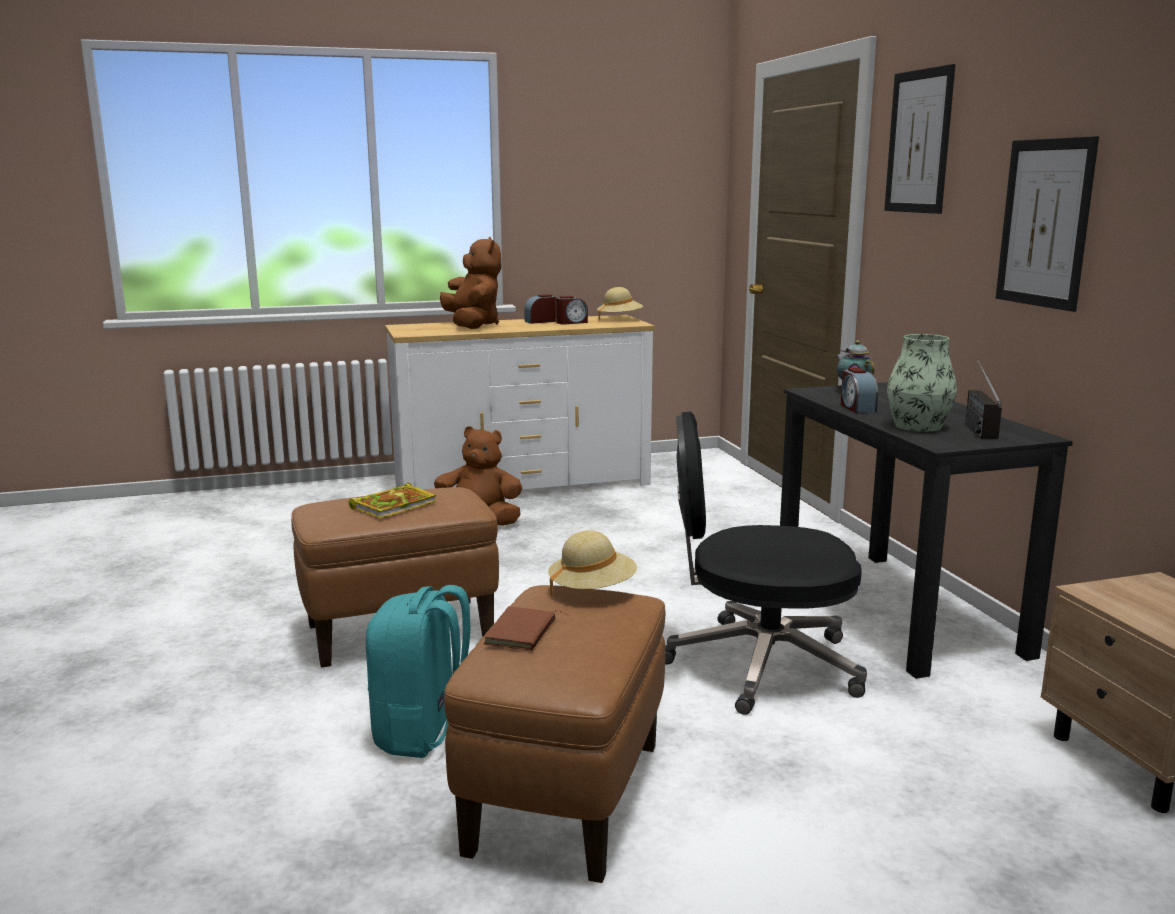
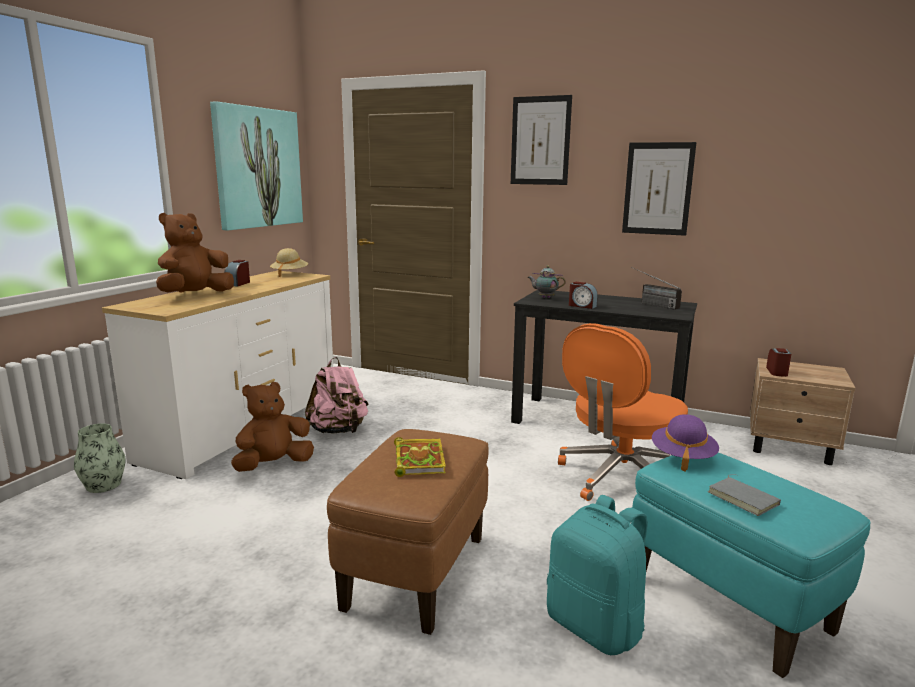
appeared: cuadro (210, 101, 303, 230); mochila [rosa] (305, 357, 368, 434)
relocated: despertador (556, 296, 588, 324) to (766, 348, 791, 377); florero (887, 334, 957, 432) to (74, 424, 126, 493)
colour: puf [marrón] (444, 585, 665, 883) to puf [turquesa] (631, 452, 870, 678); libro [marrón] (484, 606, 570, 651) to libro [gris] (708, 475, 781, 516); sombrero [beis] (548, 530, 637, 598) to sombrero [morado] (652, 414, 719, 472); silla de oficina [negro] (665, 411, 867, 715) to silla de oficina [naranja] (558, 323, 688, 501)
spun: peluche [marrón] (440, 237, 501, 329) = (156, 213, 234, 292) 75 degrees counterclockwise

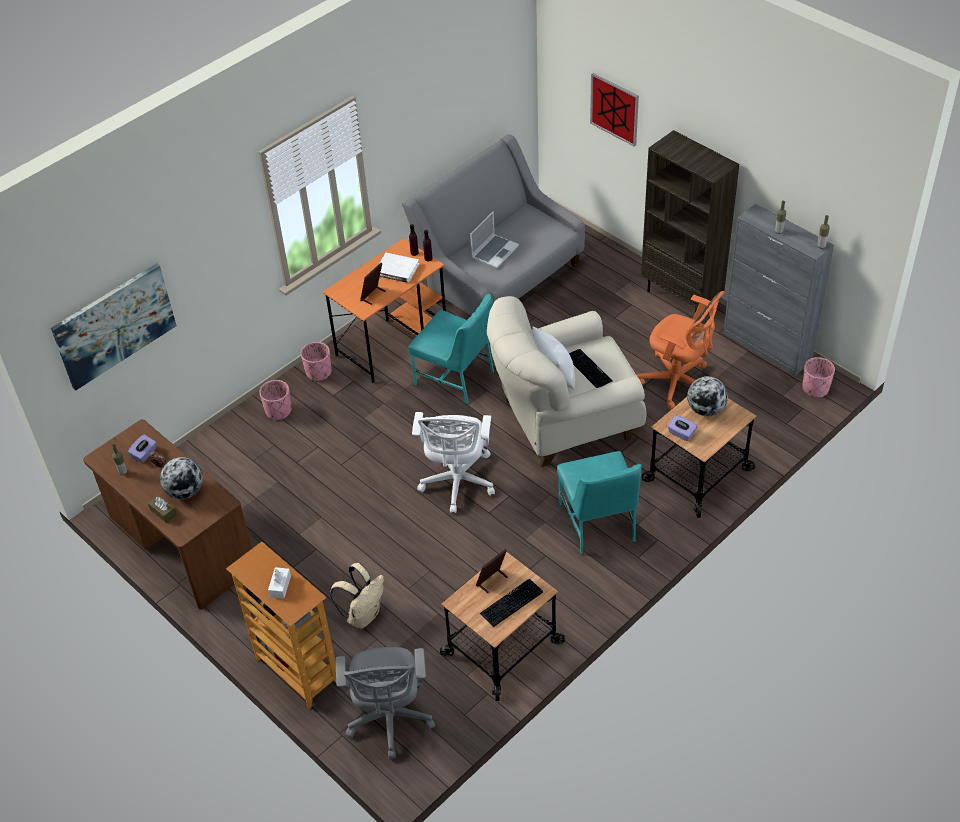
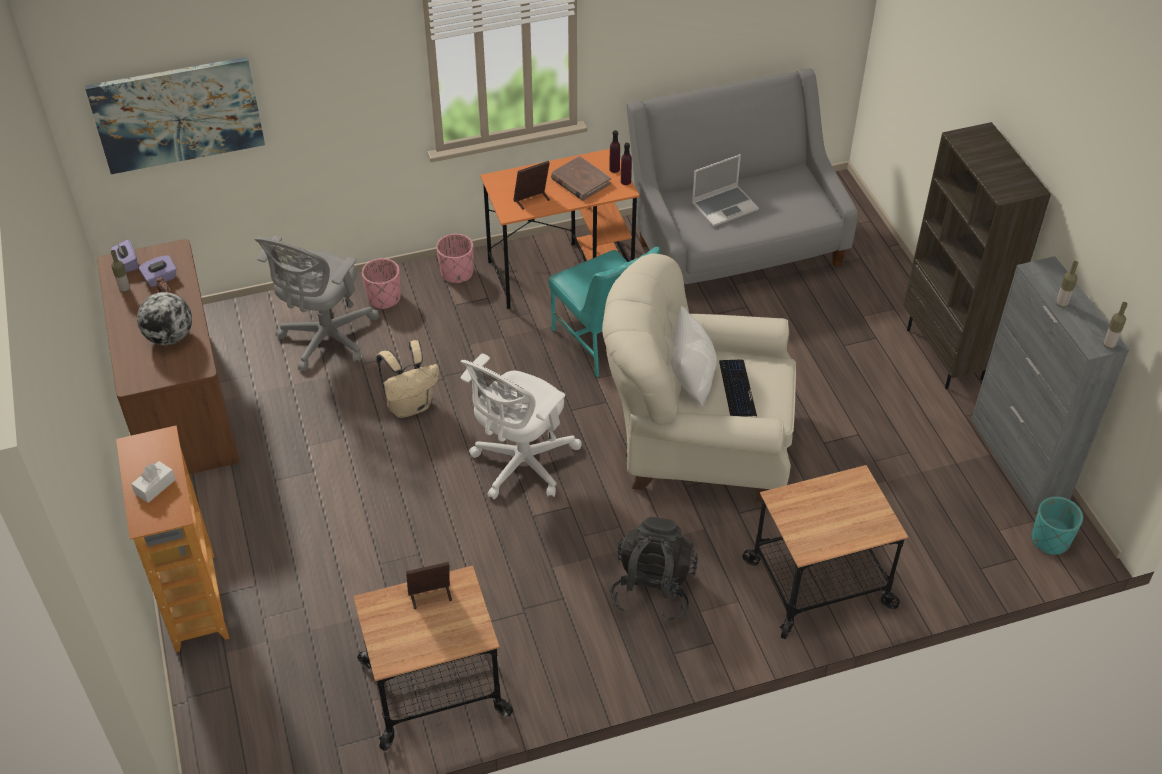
missing: caja de pañuelos [marrón] (148, 495, 177, 523); teclado (479, 579, 543, 627); cuadro (590, 73, 639, 147); silla de oficina [naranja] (636, 291, 725, 410); globo terráqueo (687, 376, 728, 416)
relocated: mochila [beis] (330, 563, 384, 629) to (376, 340, 439, 418); silla de oficina [gris] (336, 647, 435, 759) to (254, 236, 379, 372); caja de pañuelos [morado] (668, 415, 697, 441) to (111, 239, 138, 273)
exchanged: silla [turquesa] (557, 451, 642, 555) to mochila [negro] (610, 517, 698, 622)
colour: libro [blanco] (379, 253, 419, 283) to libro [marrón] (551, 156, 611, 201); maceta [rosa] (802, 357, 835, 398) to maceta [turquesa] (1032, 497, 1083, 555)

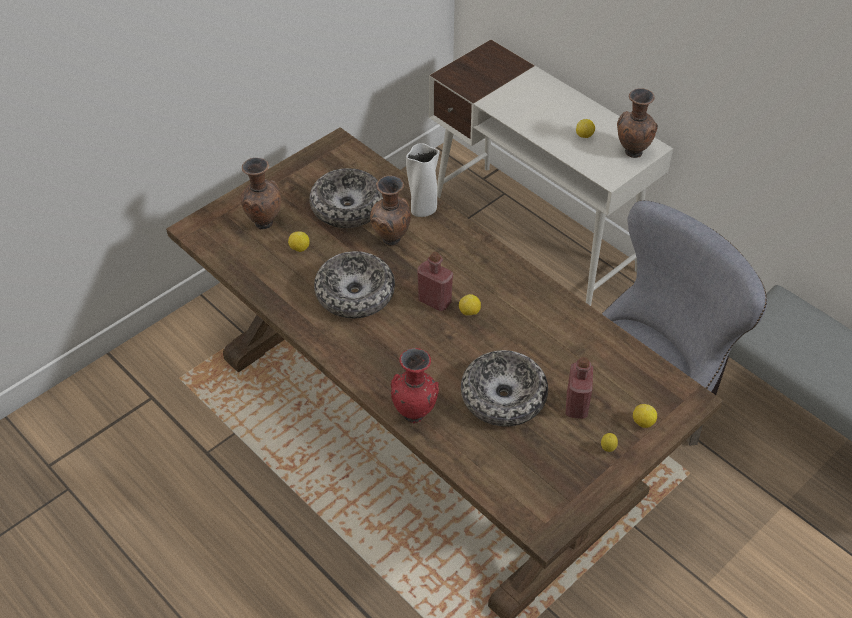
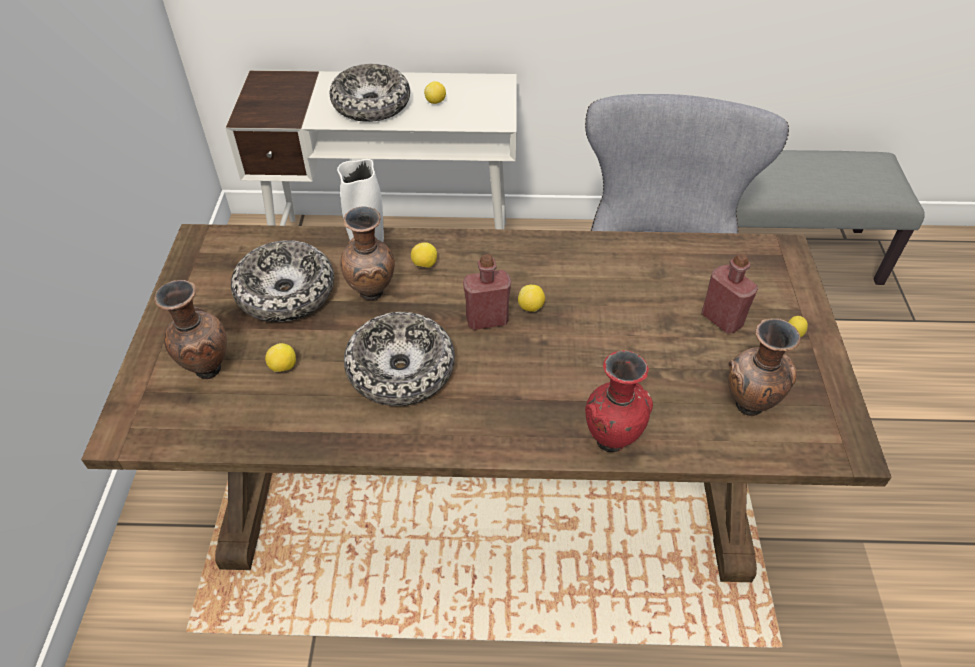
relocated: cuenco (461, 350, 548, 427) to (330, 64, 410, 122); florero [marrón] (617, 88, 658, 158) to (728, 319, 800, 416); limón (633, 404, 657, 428) to (411, 242, 437, 268)

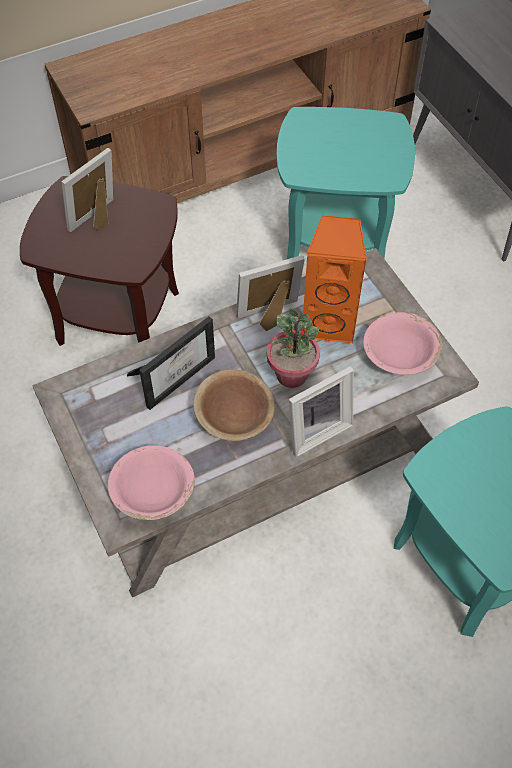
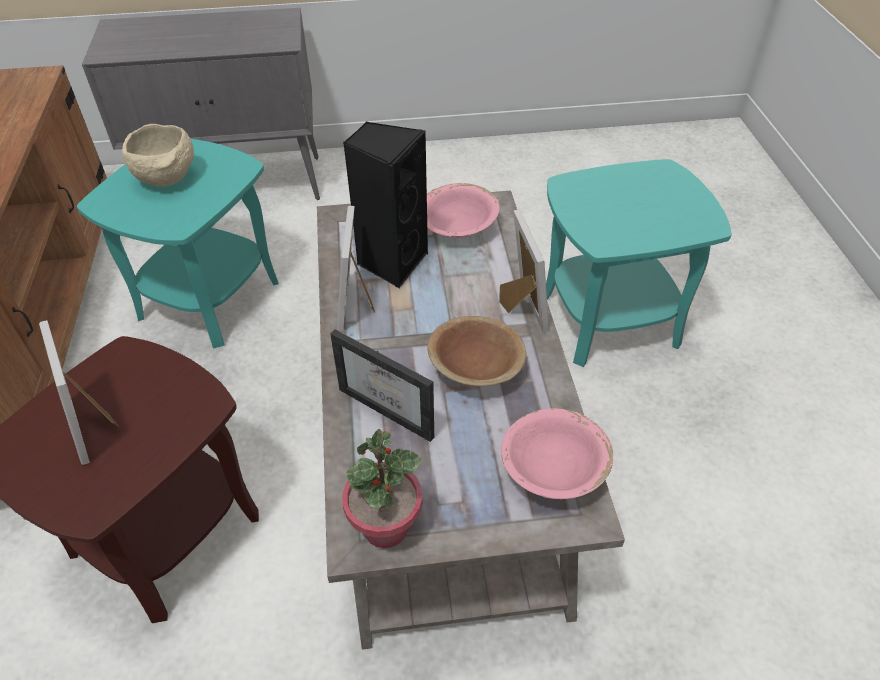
appeared: cuenco [beis] (122, 124, 194, 187)
relocated: planta en maceta (267, 309, 320, 388) to (342, 429, 423, 548)
colour: altavoz [naranja] (302, 215, 367, 343) to altavoz [negro] (343, 121, 428, 288)
spun: portarretratos (127, 316, 215, 410) = (330, 330, 434, 442) 150 degrees clockwise

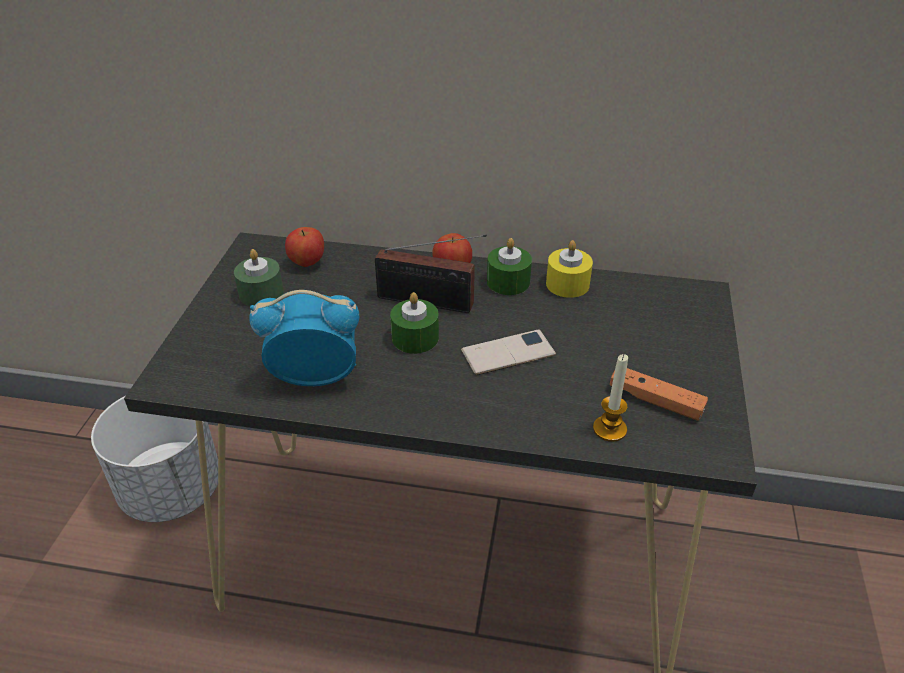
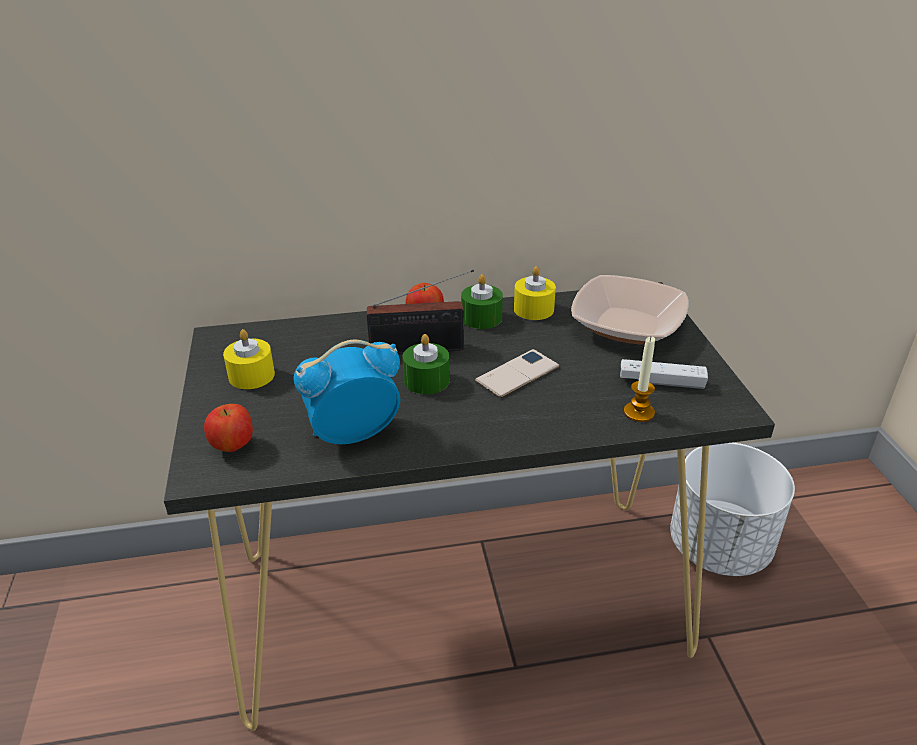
appeared: cuenco (571, 275, 689, 345)
relocated: maceta [blanco] (91, 396, 218, 522) to (670, 443, 795, 576); manzana (285, 227, 324, 267) to (204, 404, 253, 452)
colour: vela [verde] (234, 249, 284, 306) to vela [amarillo] (223, 329, 275, 389); mando de consola [naranja] (610, 368, 708, 421) to mando de consola [blanco] (620, 359, 708, 389)

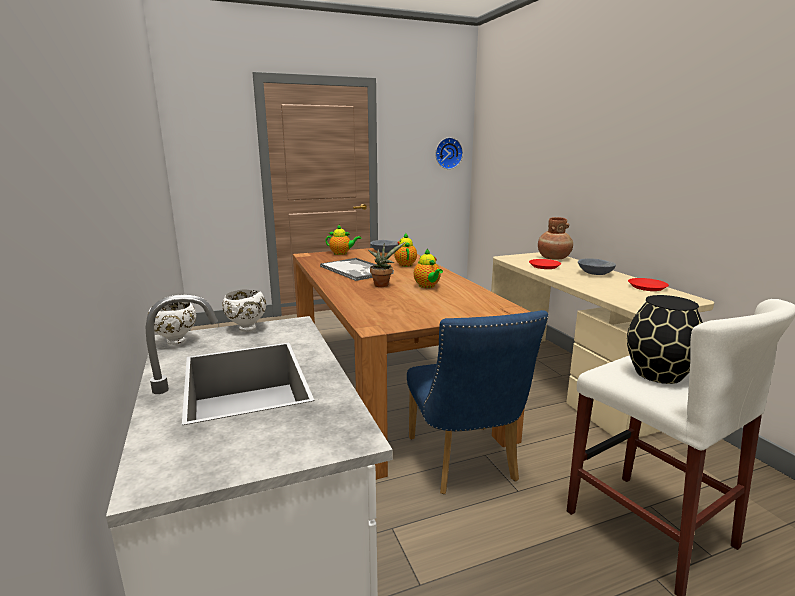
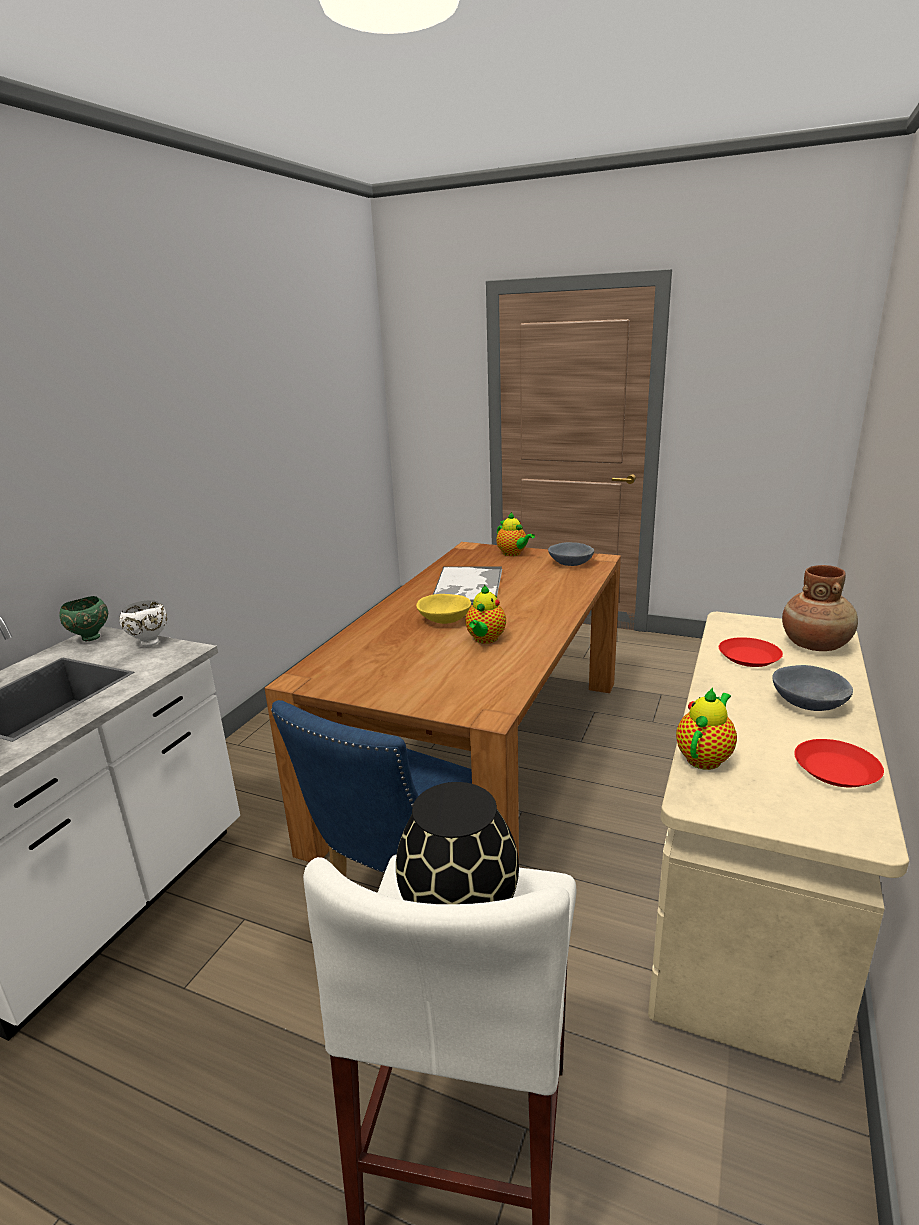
missing: reloj de pared (435, 137, 463, 169)
relocated: tetera (394, 233, 417, 267) to (676, 688, 737, 770)
exchanged: planta en maceta (368, 242, 405, 287) to cuenco [amarillo] (416, 594, 471, 624)
colour: cuenco [blanco] (149, 302, 196, 345) to cuenco [verde] (59, 596, 108, 641)

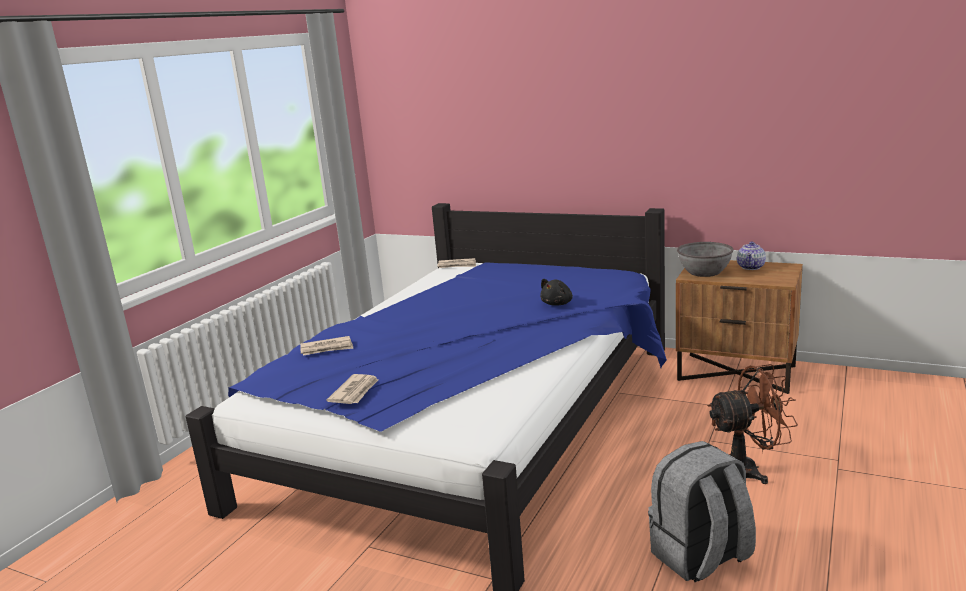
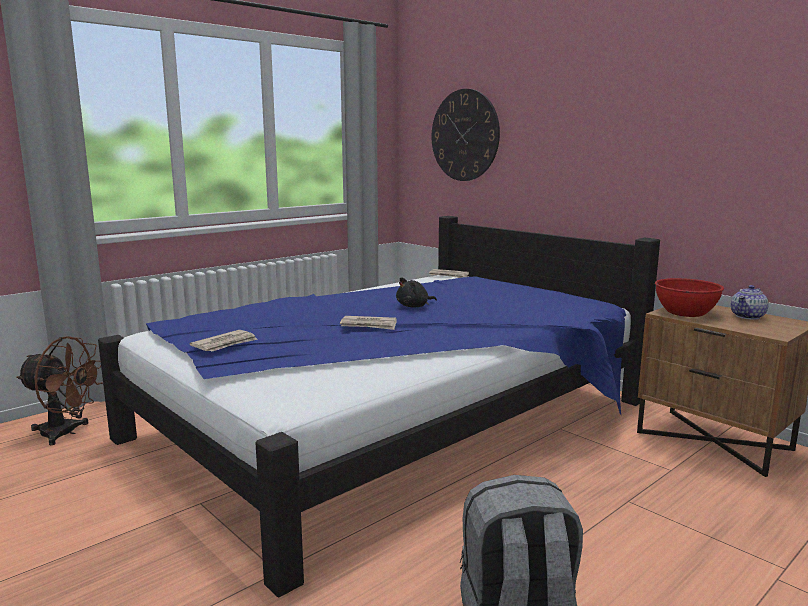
appeared: reloj de pared (432, 89, 500, 181)
relocated: periódico (300, 336, 354, 356) to (340, 316, 397, 330); peluche [negro] (540, 279, 573, 306) to (396, 277, 437, 307); ventilador [marrón] (707, 364, 798, 484) to (16, 336, 103, 445)
colour: cuenco [gris] (677, 242, 733, 277) to cuenco [rojo] (655, 278, 724, 317)

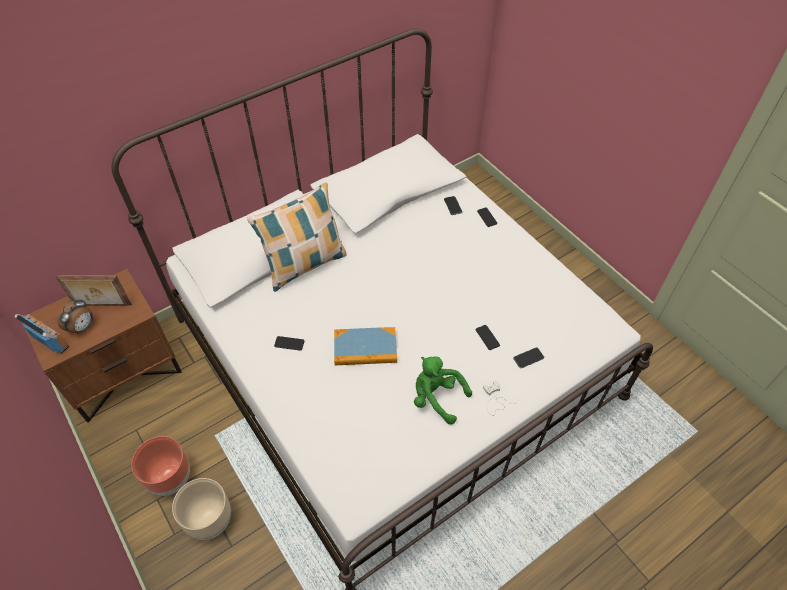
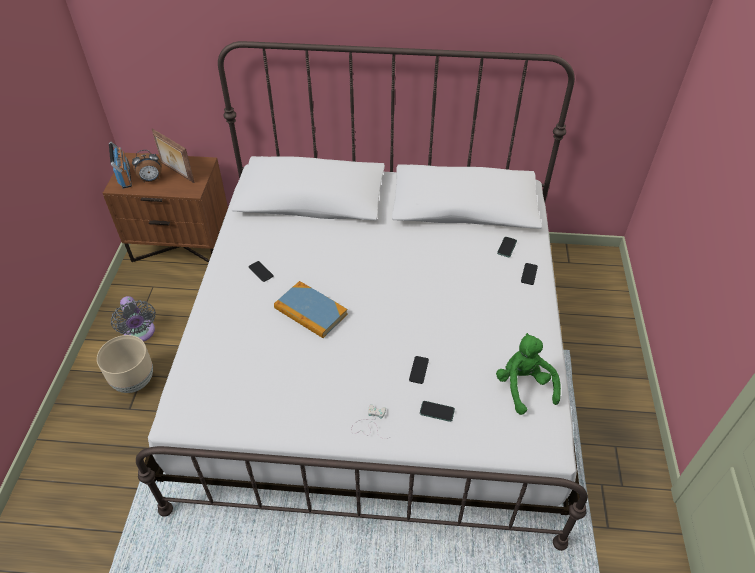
missing: cojín (247, 182, 347, 292)
relocated: peluche [verde] (414, 357, 472, 424) to (496, 333, 561, 415)
exchanged: maceta [marrón] (131, 436, 190, 496) to ventilador [gris] (111, 296, 156, 342)

